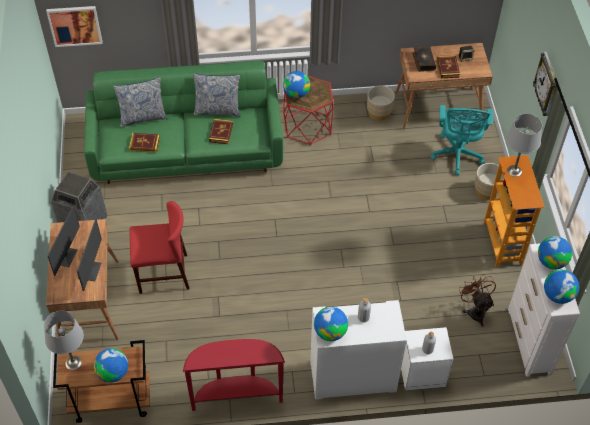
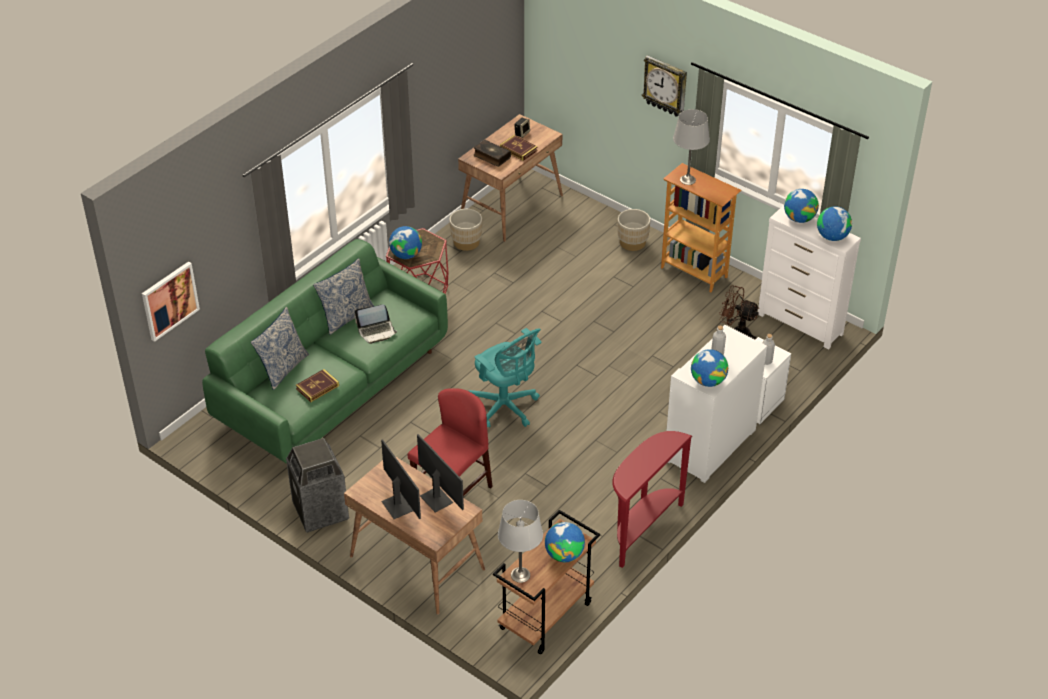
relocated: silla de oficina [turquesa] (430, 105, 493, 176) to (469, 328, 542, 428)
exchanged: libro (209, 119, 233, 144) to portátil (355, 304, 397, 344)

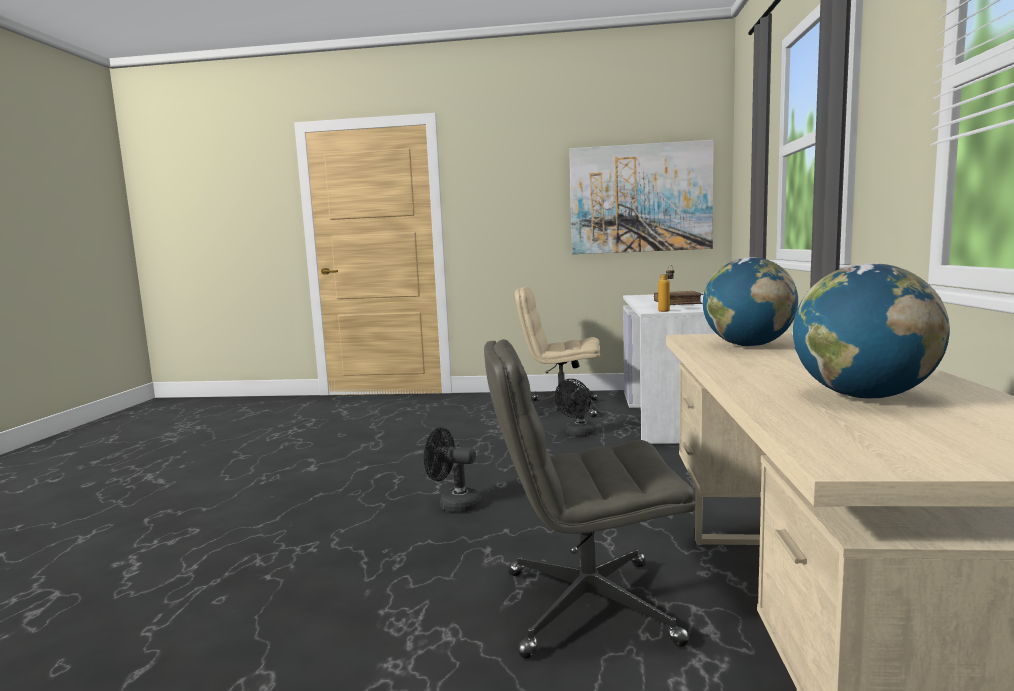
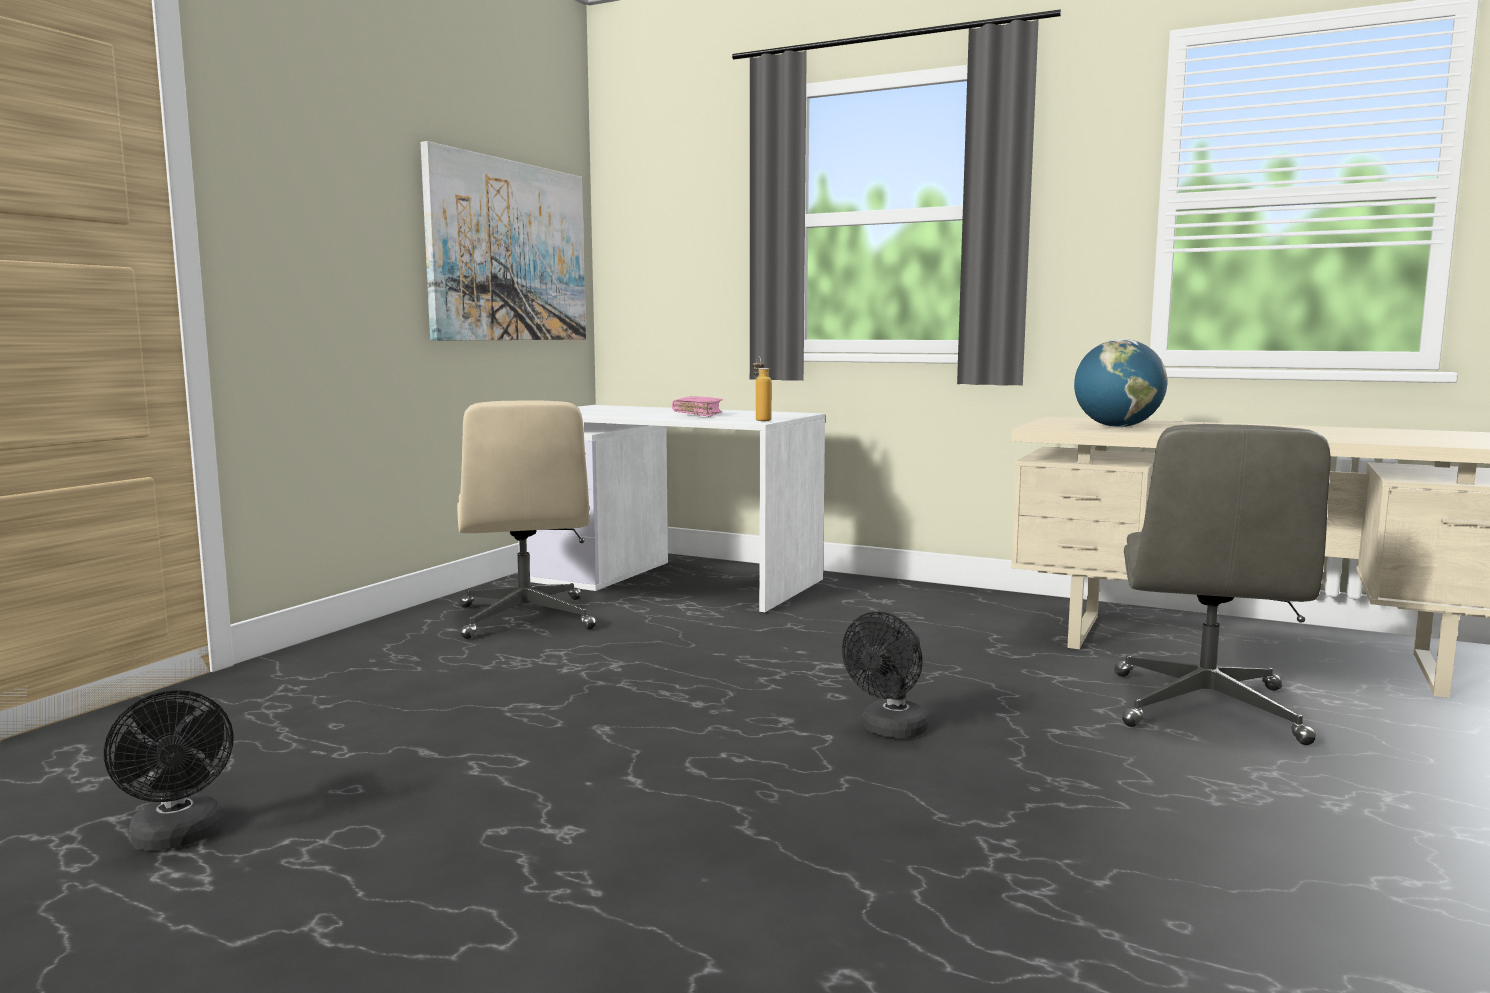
missing: globo terráqueo (793, 263, 950, 399)
relocated: ventilador [negro] (555, 379, 596, 436) to (104, 690, 234, 850)
colour: libro [marrón] (654, 291, 703, 305) to libro [rosa] (672, 396, 723, 417)
spun: silla de oficina [beis] (515, 287, 600, 417) = (457, 400, 596, 639) 45 degrees counterclockwise

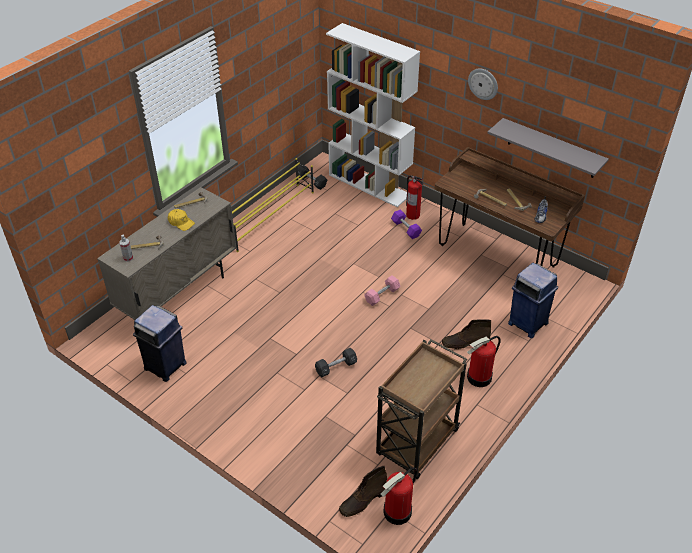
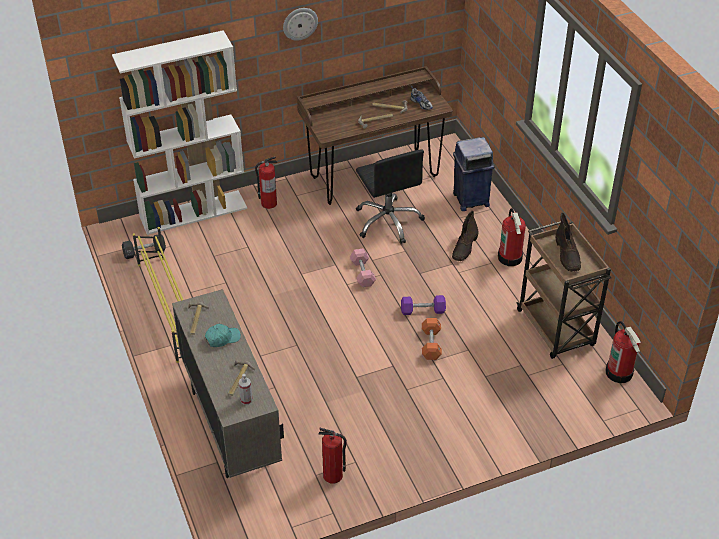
missing: estante [gris] (487, 118, 609, 178)
appeared: silla de oficina [negro] (356, 149, 425, 244)
relocated: bota [marrón] (339, 466, 387, 517) to (556, 212, 581, 272); mancuerna [morado] (391, 210, 422, 239) to (401, 295, 446, 315)
exchanged: papelera [azul] (133, 305, 186, 382) to extintor (318, 428, 347, 483)
colour: gorra [amarillo] (168, 209, 195, 231) to gorra [turquesa] (205, 324, 241, 347); mancuerna [negro] (315, 348, 357, 377) to mancuerna [naranja] (422, 318, 442, 360)

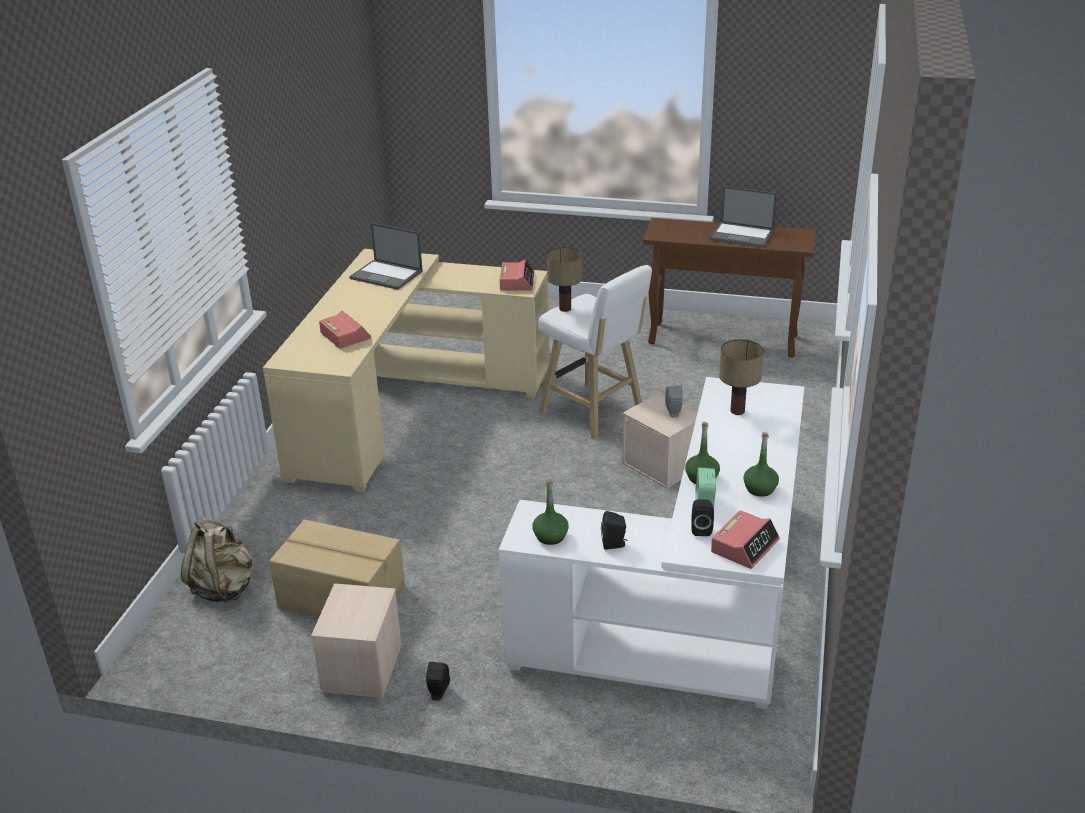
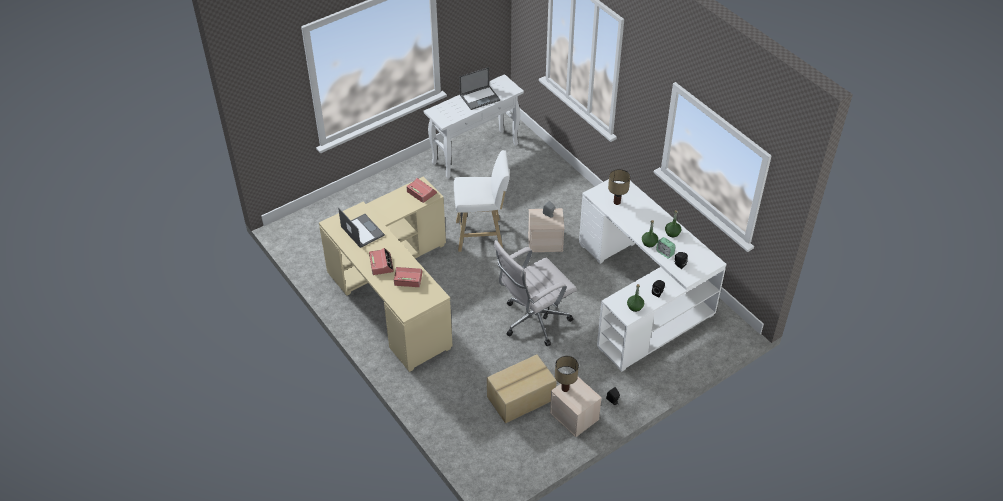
missing: mochila [beis] (181, 517, 253, 603)
appeared: silla de oficina [blanco] (494, 240, 577, 346)
relocated: lámpara de mesa (547, 247, 582, 312) to (555, 356, 579, 392); despertador (711, 510, 780, 569) to (369, 248, 394, 275)
colour: mesa consola [marrón] (643, 218, 816, 358) to mesa consola [blanco] (424, 74, 524, 178)
spun: portátil (349, 223, 423, 290) = (338, 208, 385, 248) 105 degrees counterclockwise

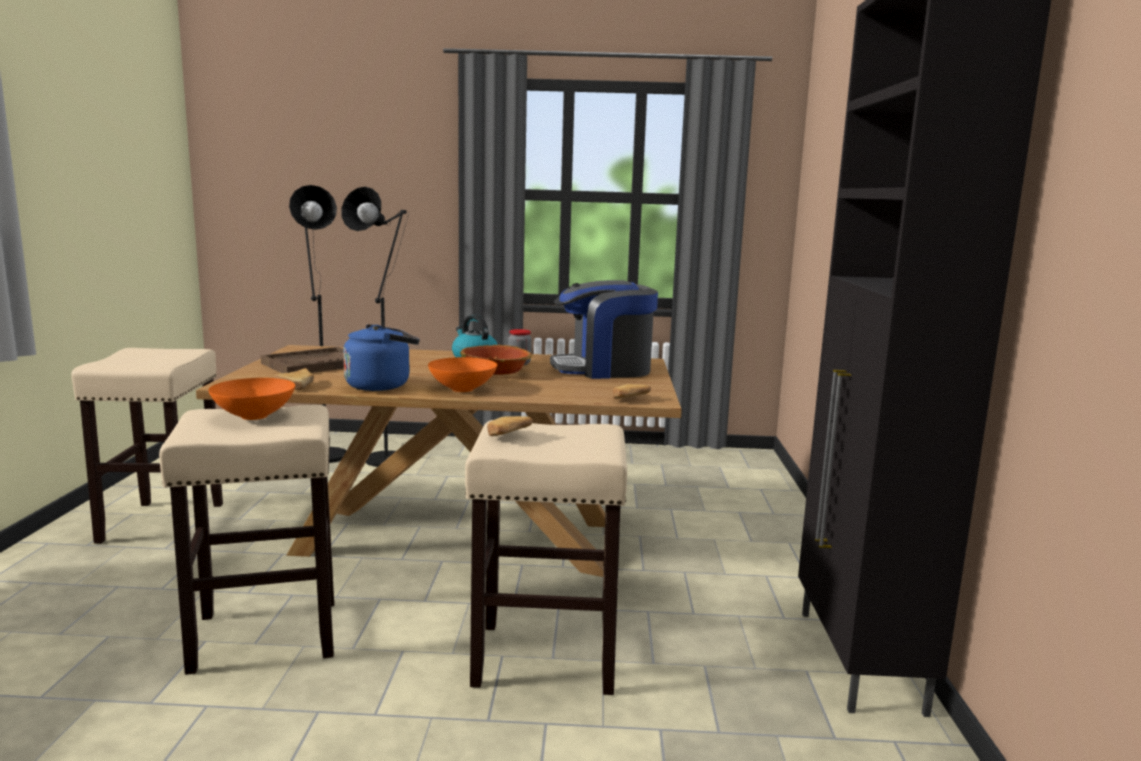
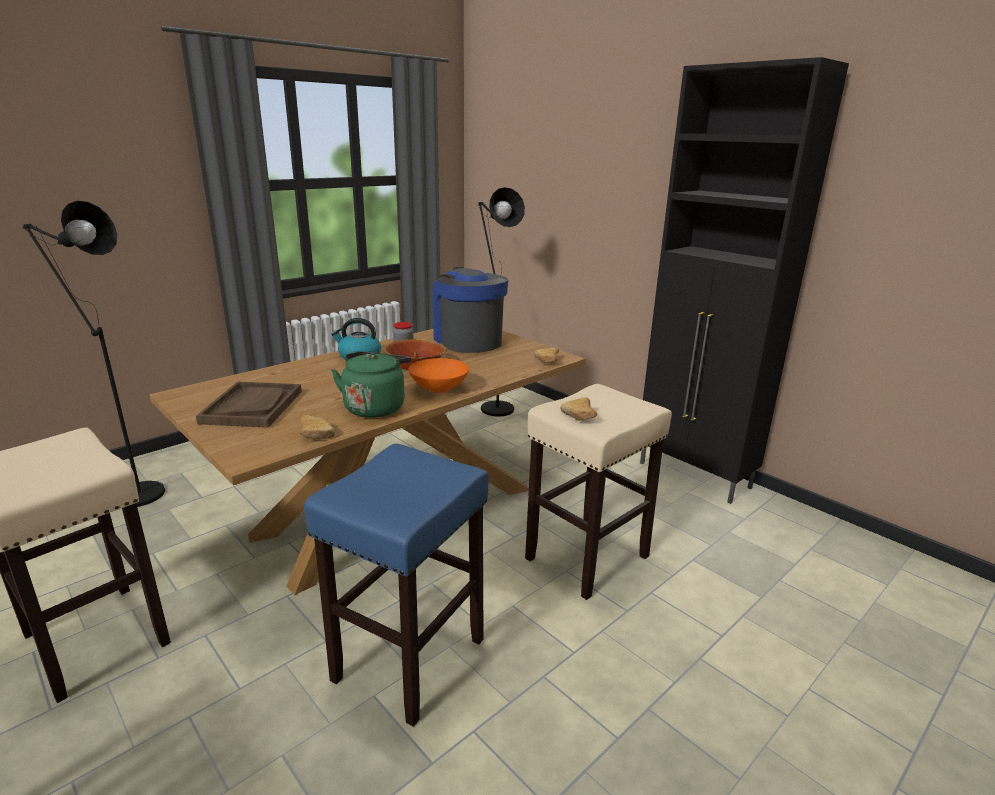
missing: cuenco [naranja] (208, 378, 295, 420)
relocated: lámpara de pie [negro] (342, 187, 409, 467) to (477, 187, 525, 417)
colour: taburete [beis] (159, 405, 334, 675) to taburete [azul] (304, 443, 489, 727); hervidor [azul] (343, 324, 420, 391) to hervidor [verde] (331, 351, 411, 418)
spun: cafetera (550, 280, 658, 379) = (432, 267, 508, 353) 120 degrees clockwise

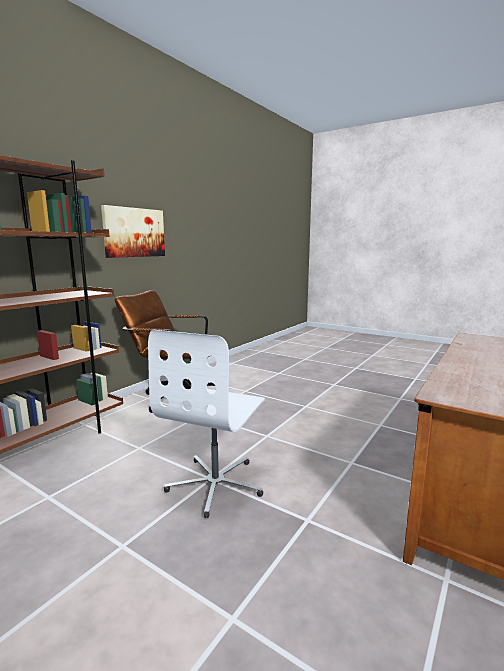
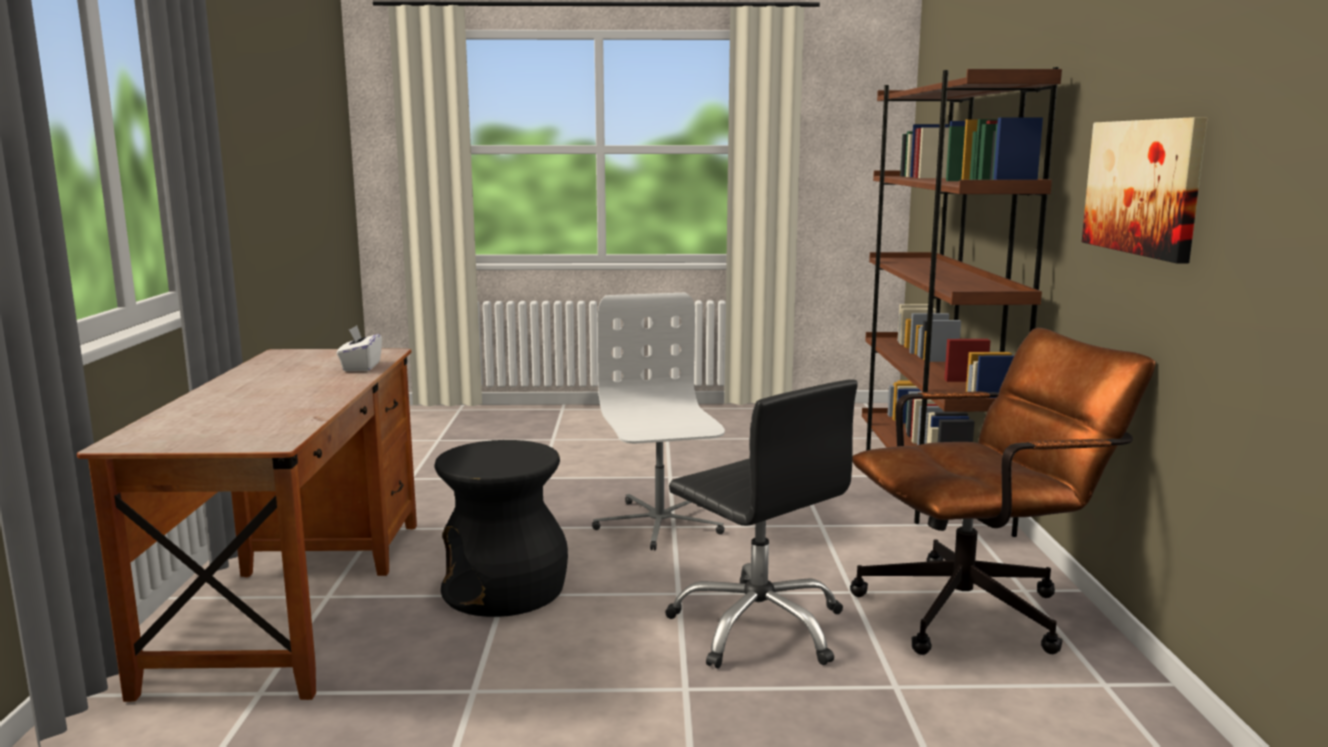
appeared: caja de pañuelos [blanco] (337, 325, 382, 371); taburete [negro] (435, 440, 568, 617); silla de oficina [negro] (665, 379, 858, 668)

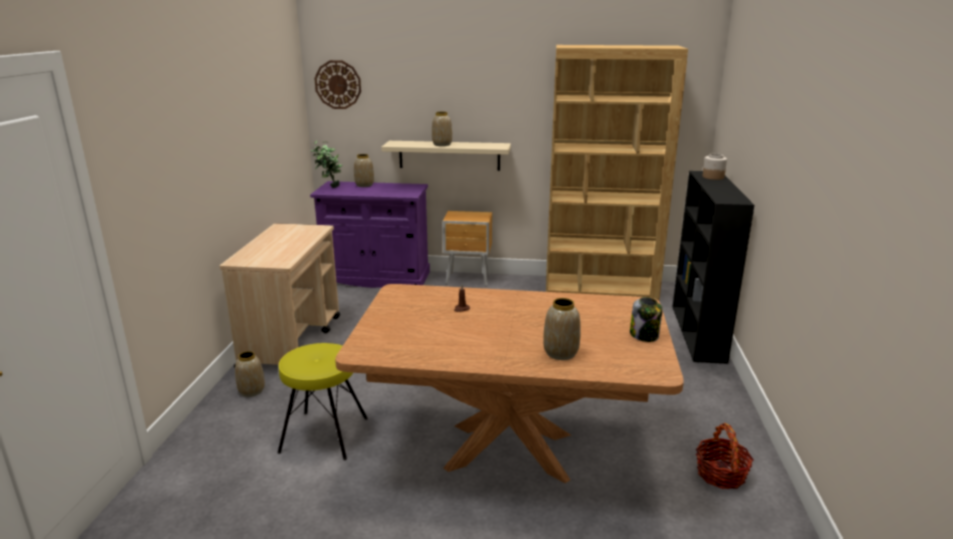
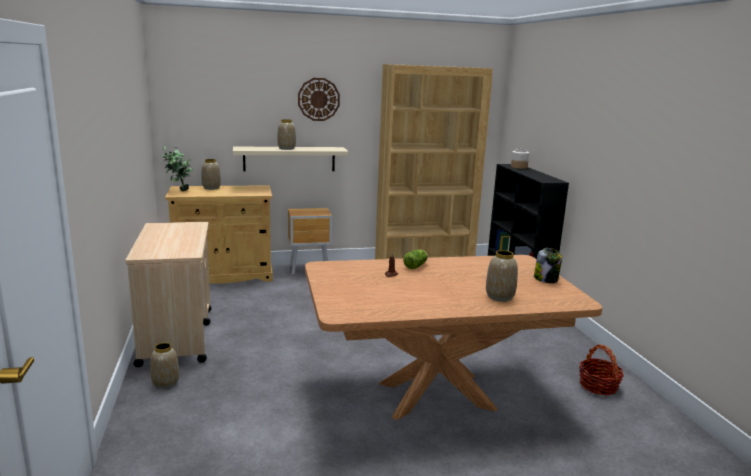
missing: taburete [amarillo] (278, 343, 368, 460)
appeared: lechuga (403, 249, 428, 269)
relocated: reloj de pared (314, 60, 361, 109) to (298, 78, 340, 121)
colour: armario [morado] (310, 181, 430, 288) to armario [beis] (165, 185, 273, 284)

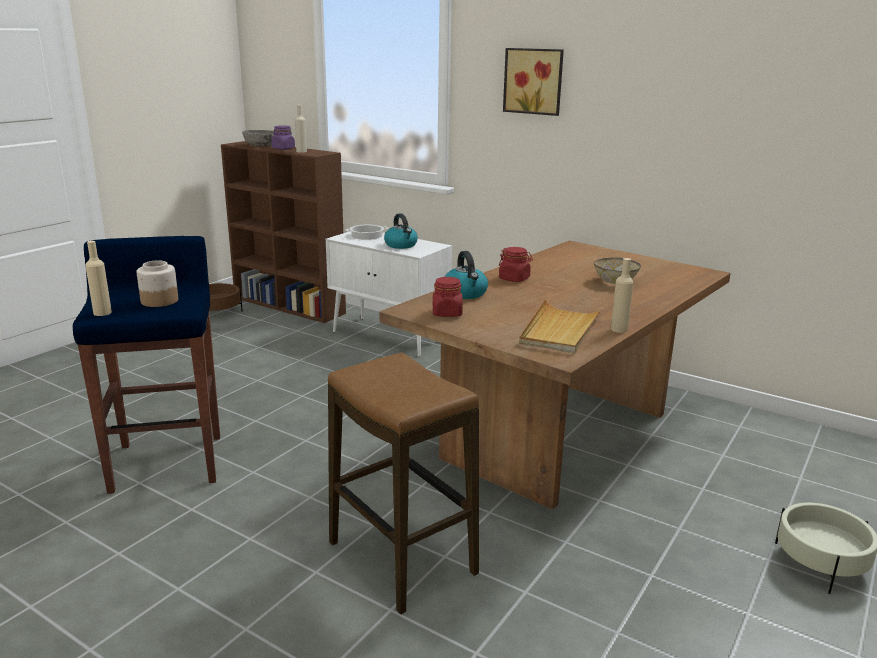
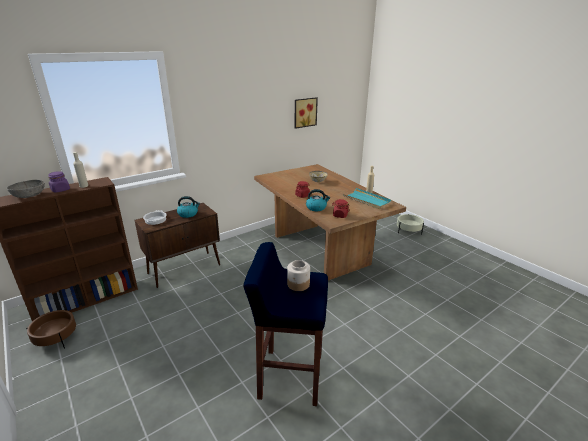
missing: botella [beis] (85, 241, 112, 316); taburete (328, 353, 479, 614)
relocated: cuadro (503, 48, 564, 116) to (295, 97, 318, 129)
colour: armario [blanco] (326, 232, 452, 357) to armario [marrón] (134, 203, 220, 288); bandeja [beis] (519, 299, 603, 353) to bandeja [turquesa] (343, 188, 392, 209)

